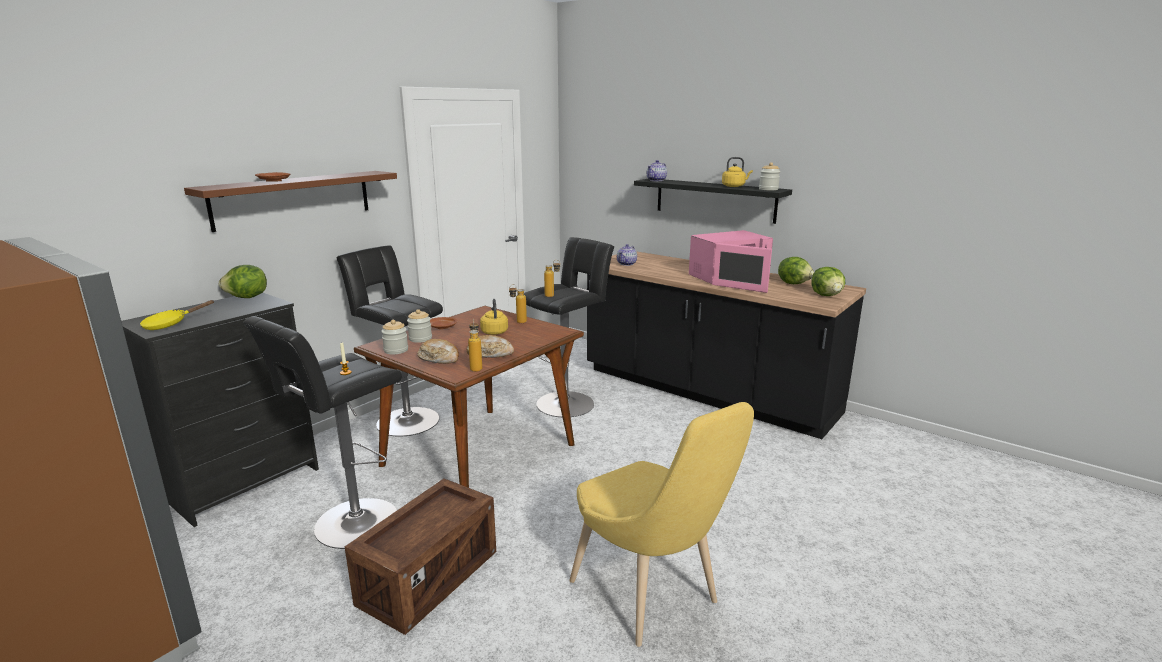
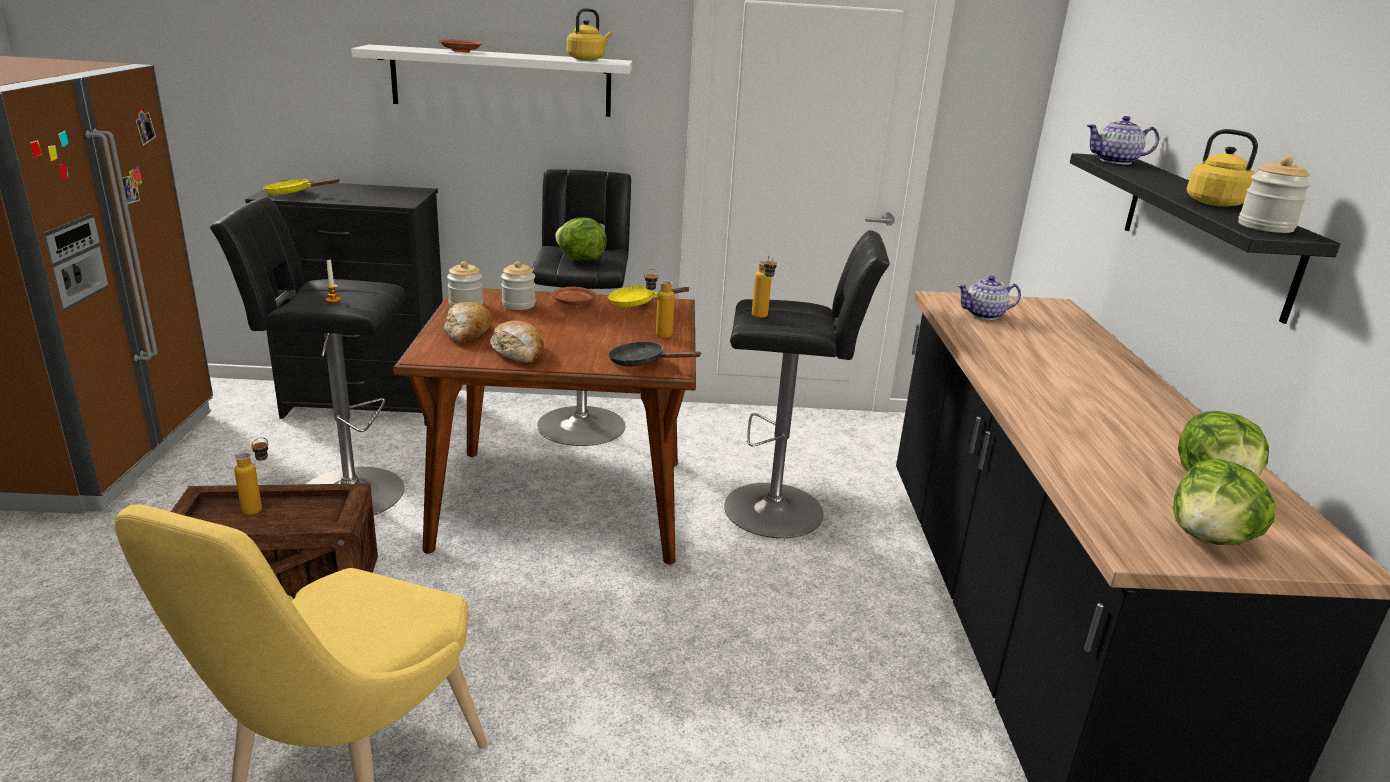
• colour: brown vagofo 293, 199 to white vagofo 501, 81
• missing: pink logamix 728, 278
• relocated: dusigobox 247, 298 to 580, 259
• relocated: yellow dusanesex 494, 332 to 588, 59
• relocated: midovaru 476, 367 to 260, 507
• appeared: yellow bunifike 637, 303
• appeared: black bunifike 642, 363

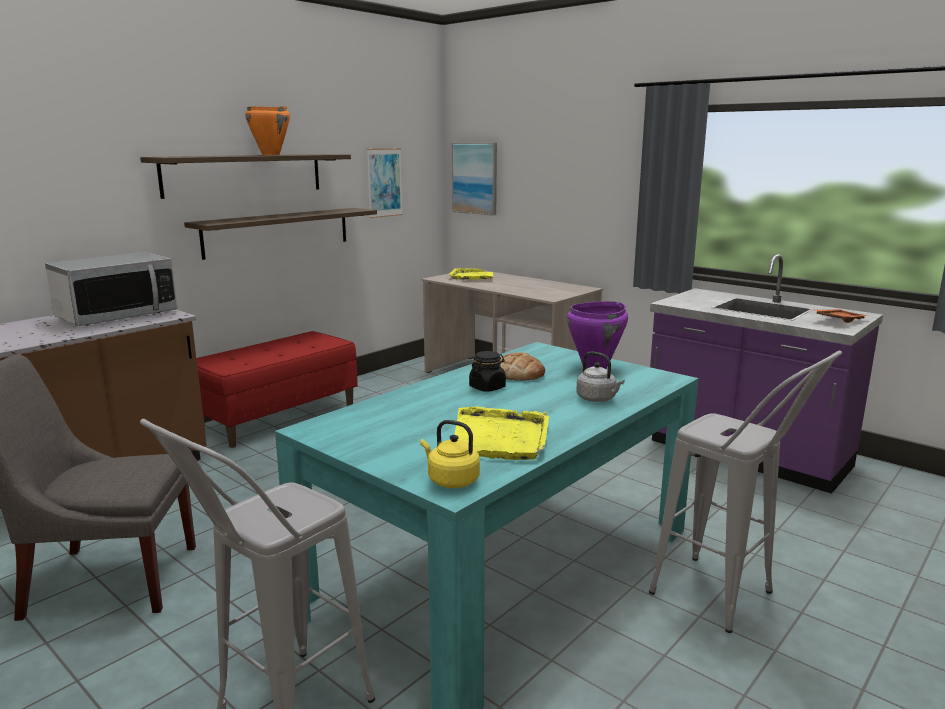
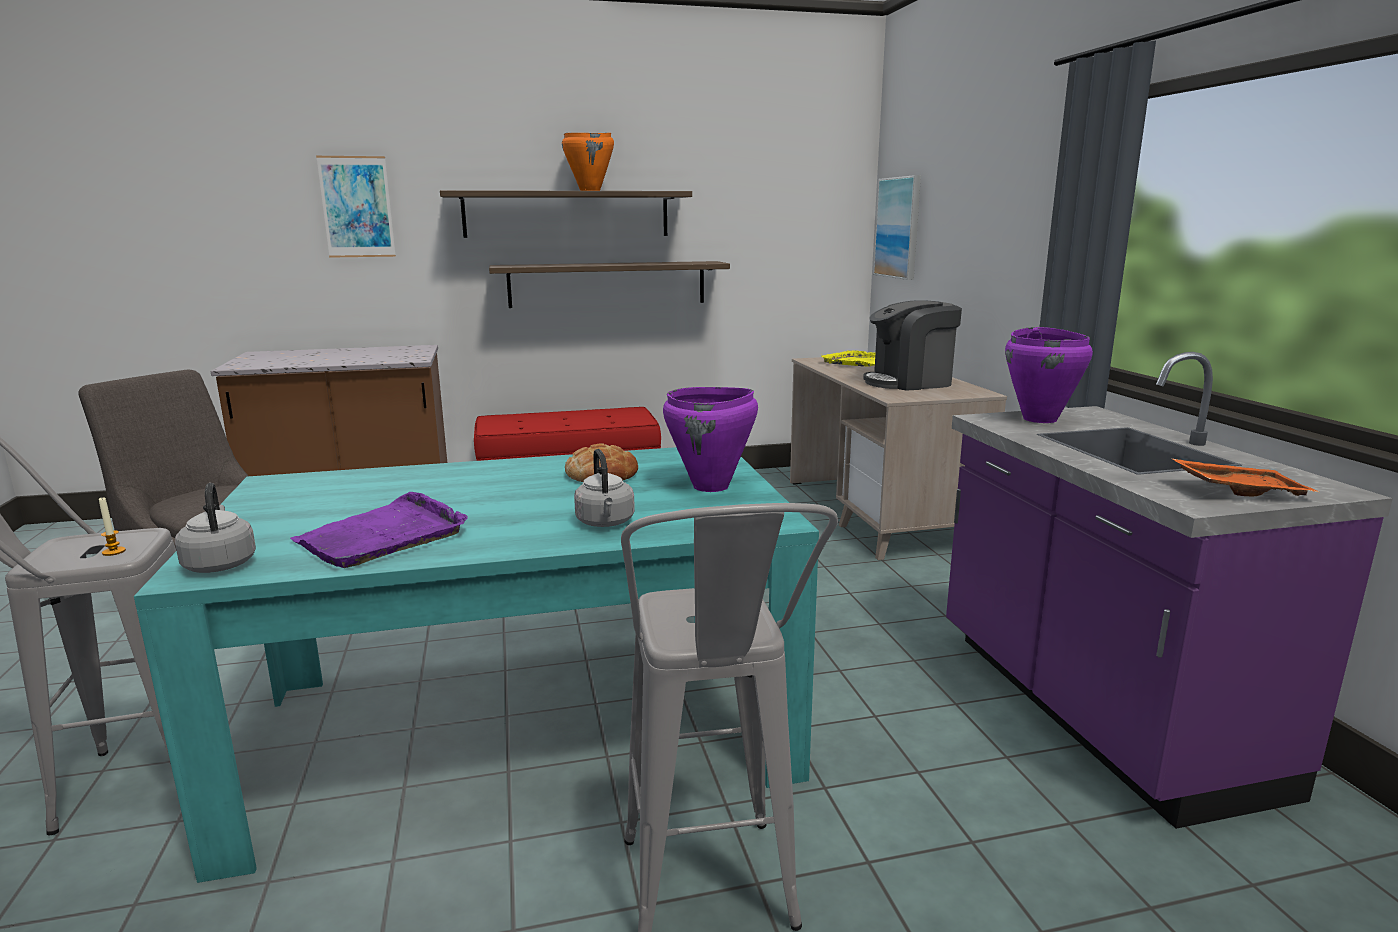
• relocated: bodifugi 384, 182 to 357, 207
• missing: logamix 117, 316
• missing: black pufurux 487, 387
• colour: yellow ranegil 500, 438 to purple ranegil 383, 536
• colour: yellow dusanesex 451, 480 to grey dusanesex 220, 564
• appeared: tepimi 909, 382
• appeared: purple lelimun 1040, 419
• appeared: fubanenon 114, 552

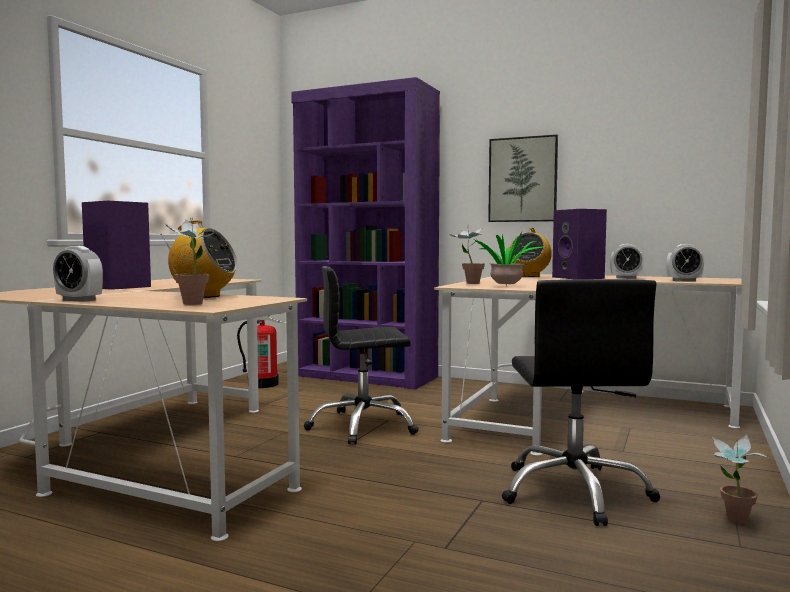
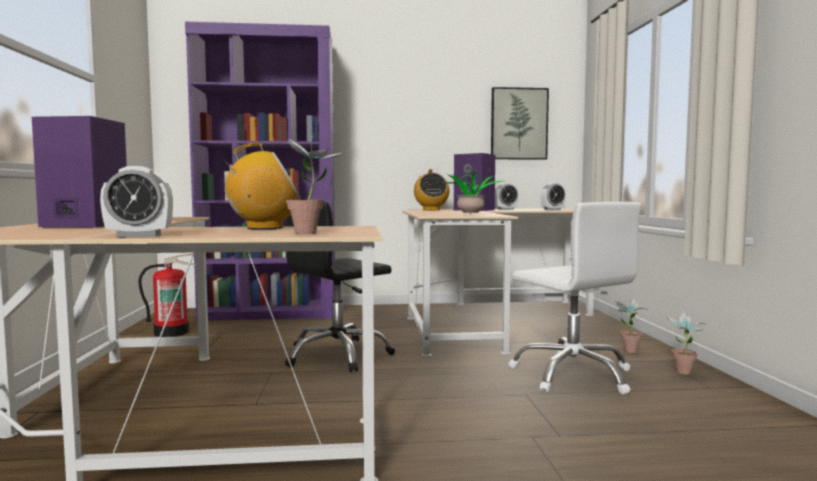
• relocated: bodifugi 523, 179 to 518, 124
• relocated: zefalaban 468, 283 to 629, 352
• colour: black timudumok 575, 492 to white timudumok 573, 374

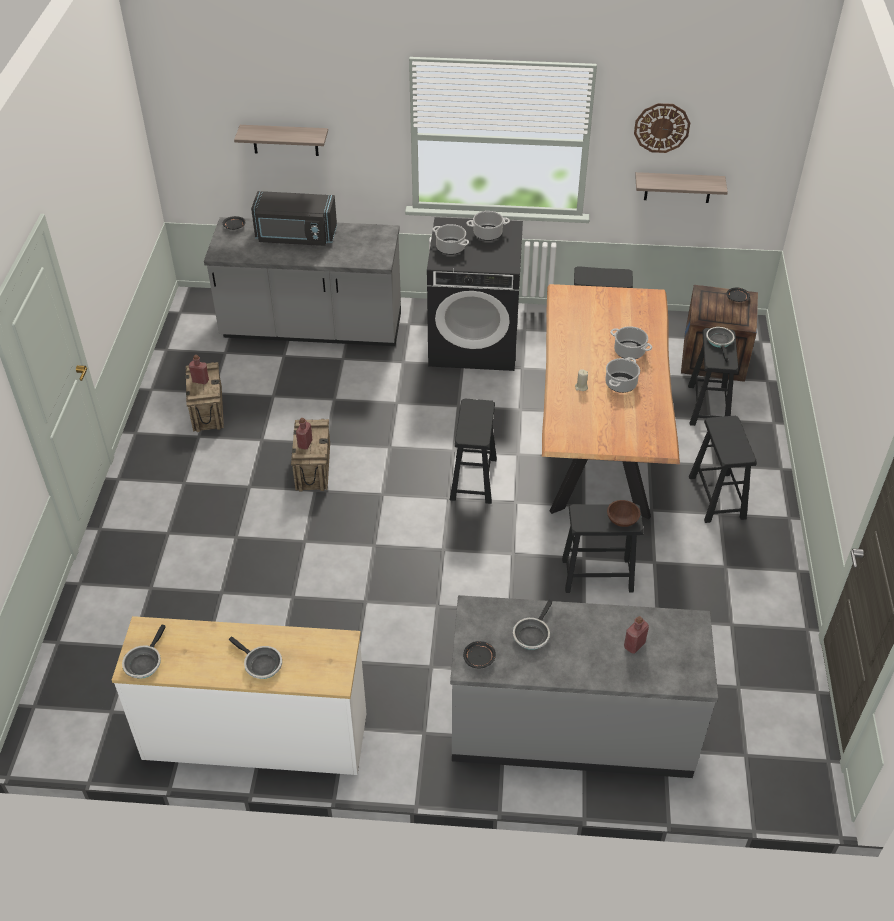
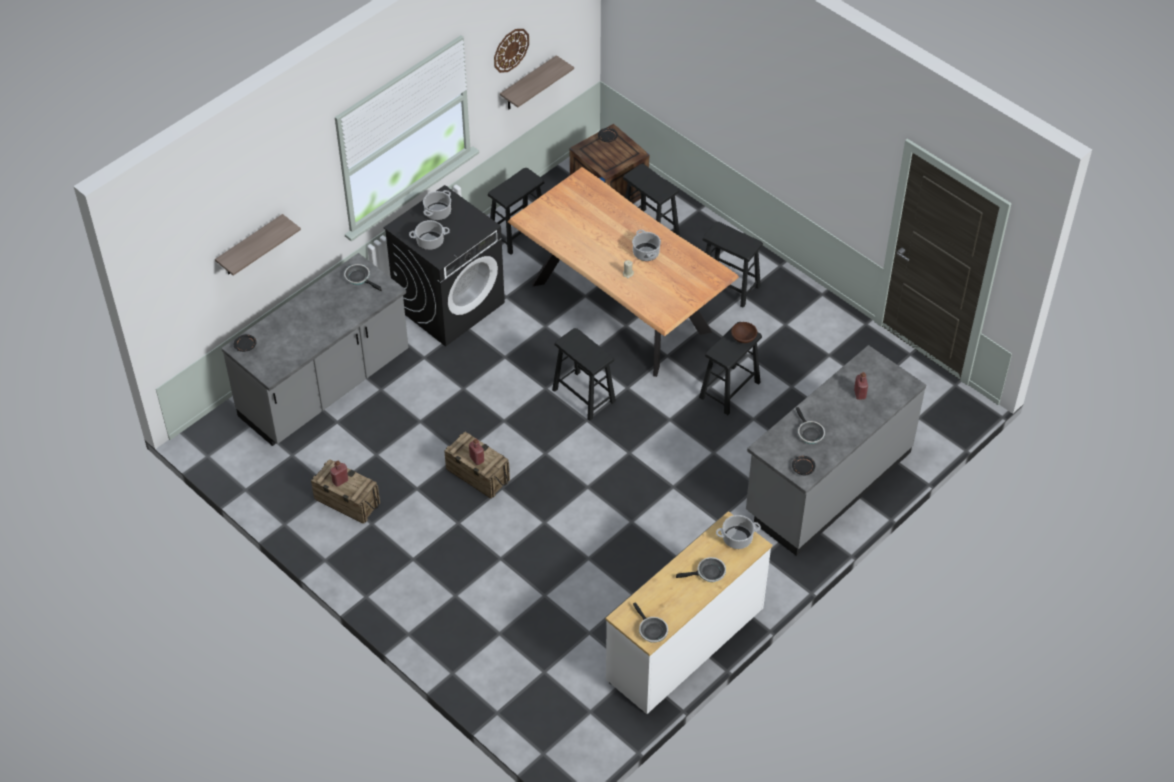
• missing: black logamix 295, 236
• relocated: lelimun 629, 351 to 737, 538
• relocated: bunifike 720, 342 to 359, 278

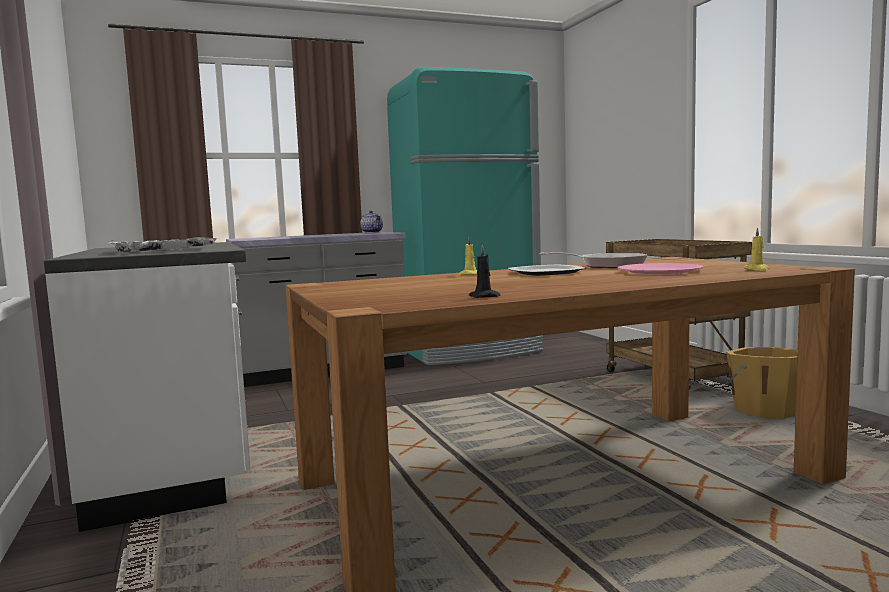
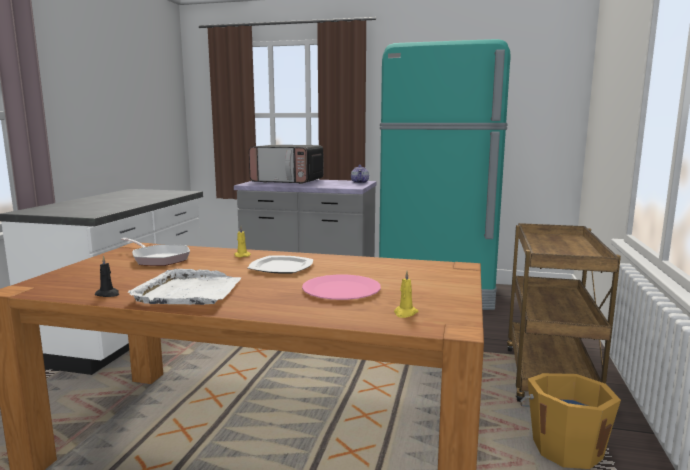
• relocated: white ranegil 161, 250 to 189, 292
• relocated: bunifike 607, 265 to 158, 258
• appeared: logamix 288, 181

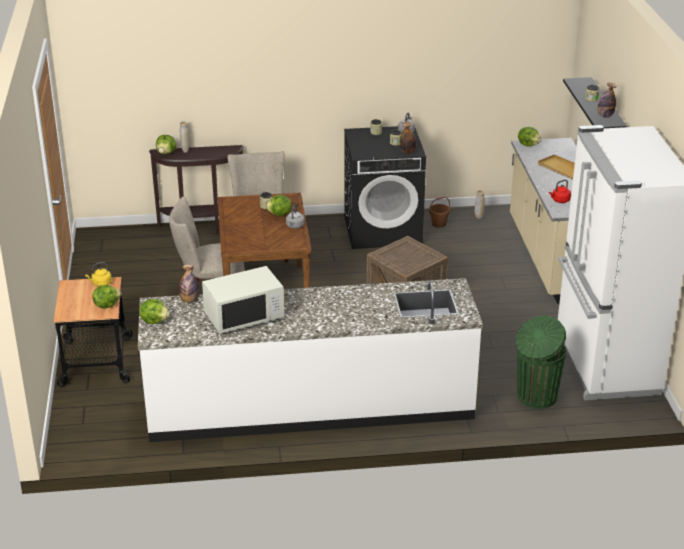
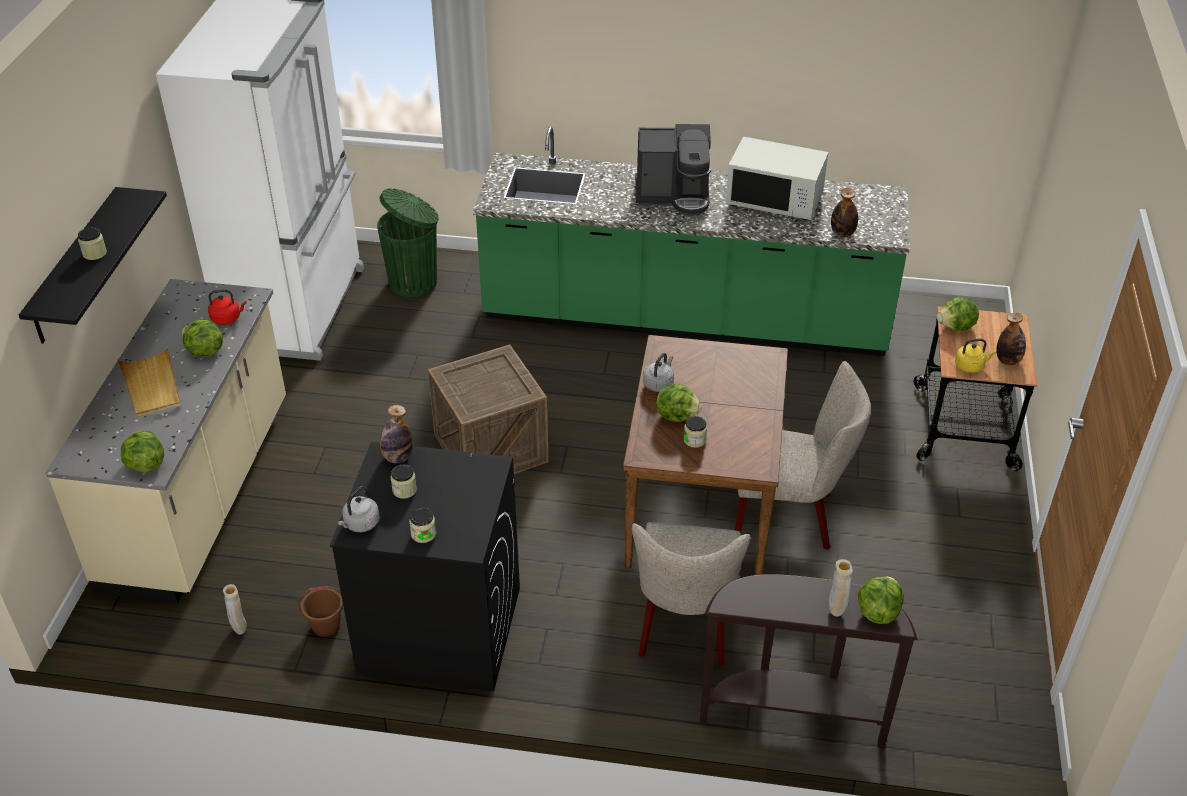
• relocated: midovaru 605, 116 to 1007, 360
• spun: white logamix 244, 317 = 774, 201 150 degrees counterclockwise
• colour: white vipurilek 310, 405 to green vipurilek 685, 317
• relocated: dusigobox 155, 321 to 204, 351
• appeared: tepimi 674, 195

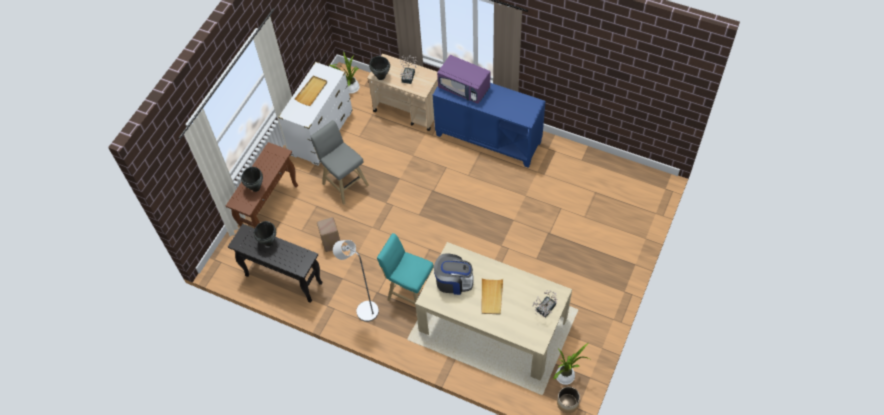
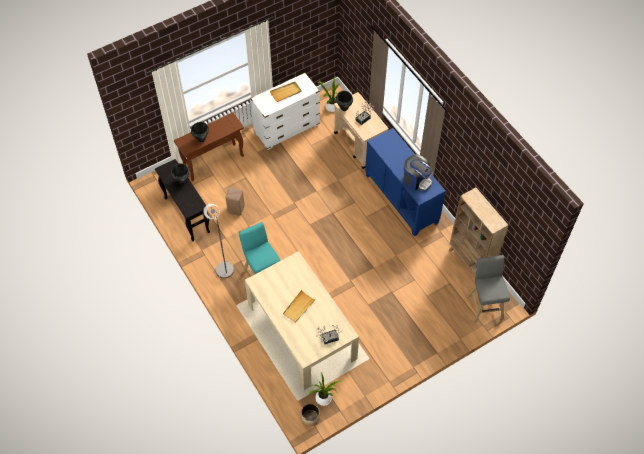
• missing: purple logamix 464, 88
• relocated: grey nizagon 344, 183 to 484, 305
• relocated: tepimi 453, 281 to 416, 180
• appeared: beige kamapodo 470, 262

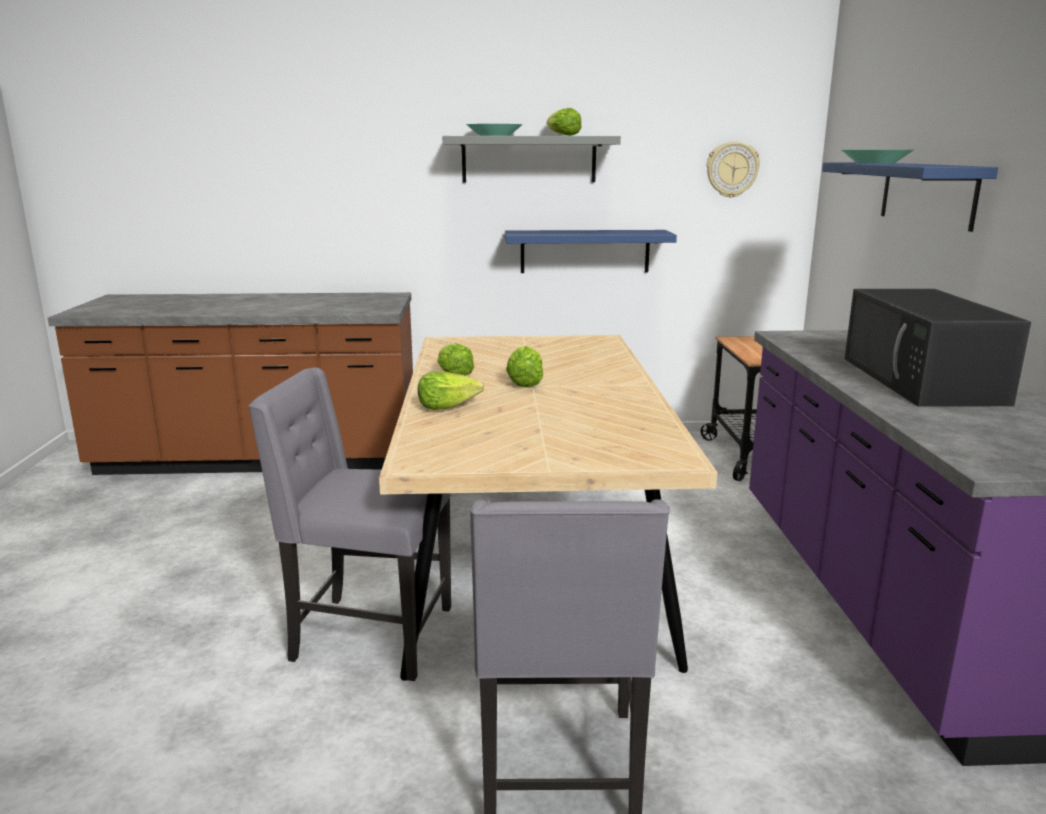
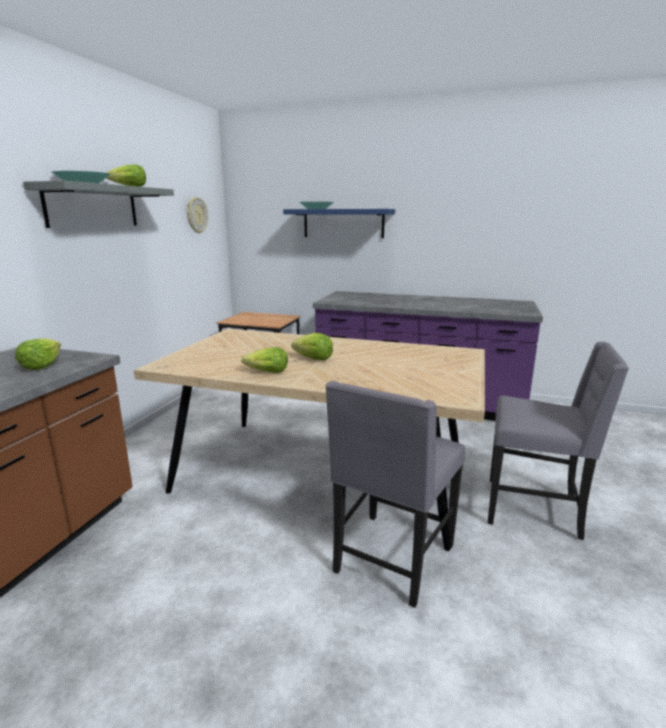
• missing: blue vagofo 585, 251
• missing: black logamix 923, 381
• relocated: dusigobox 447, 406 to 41, 365

